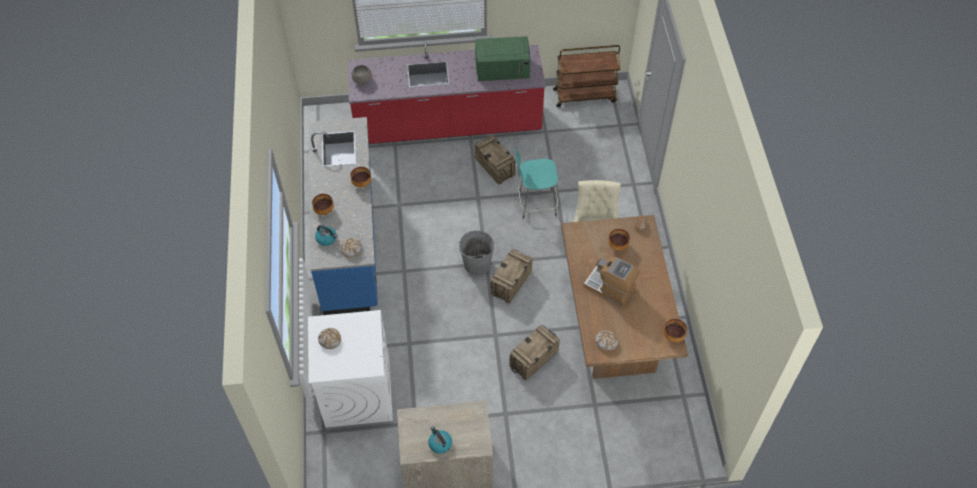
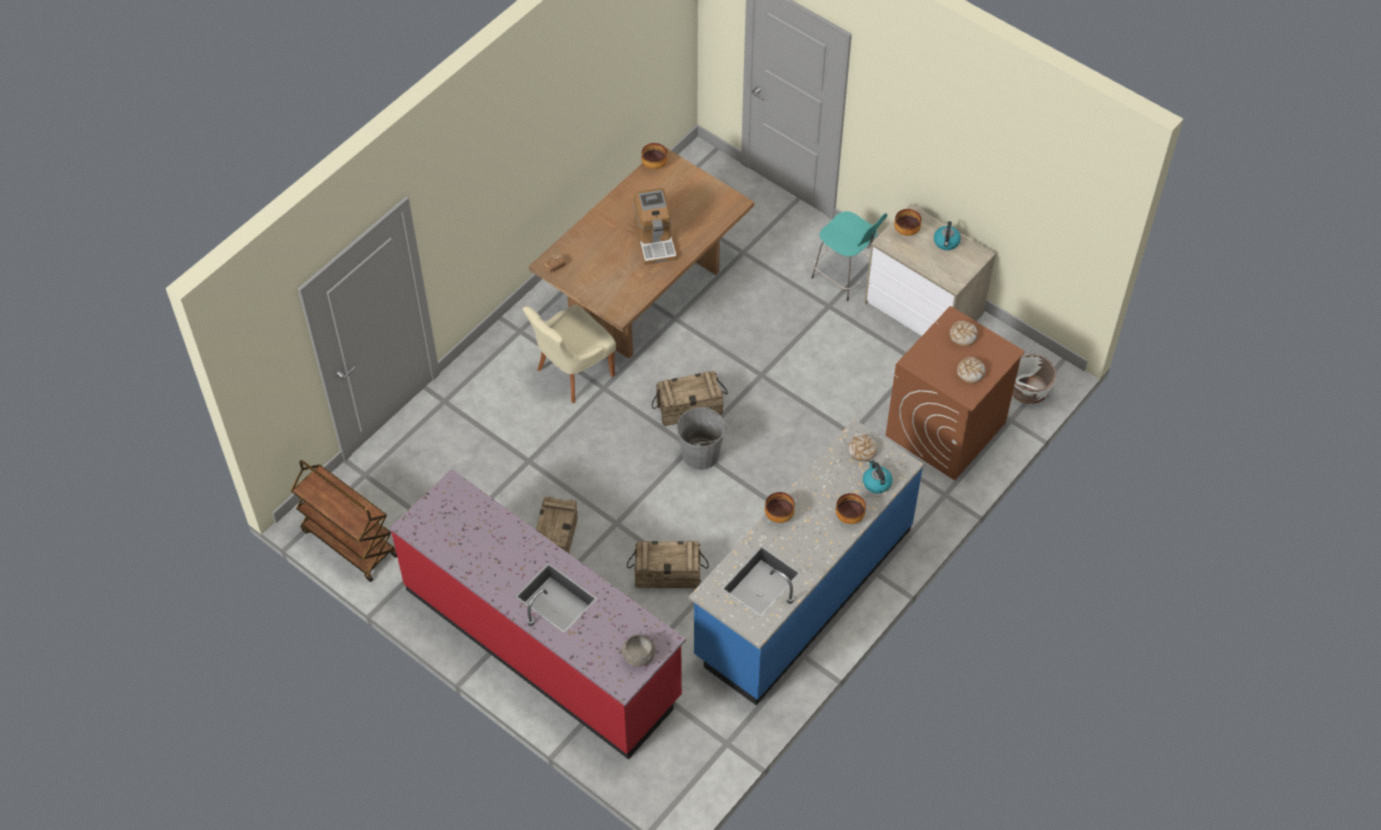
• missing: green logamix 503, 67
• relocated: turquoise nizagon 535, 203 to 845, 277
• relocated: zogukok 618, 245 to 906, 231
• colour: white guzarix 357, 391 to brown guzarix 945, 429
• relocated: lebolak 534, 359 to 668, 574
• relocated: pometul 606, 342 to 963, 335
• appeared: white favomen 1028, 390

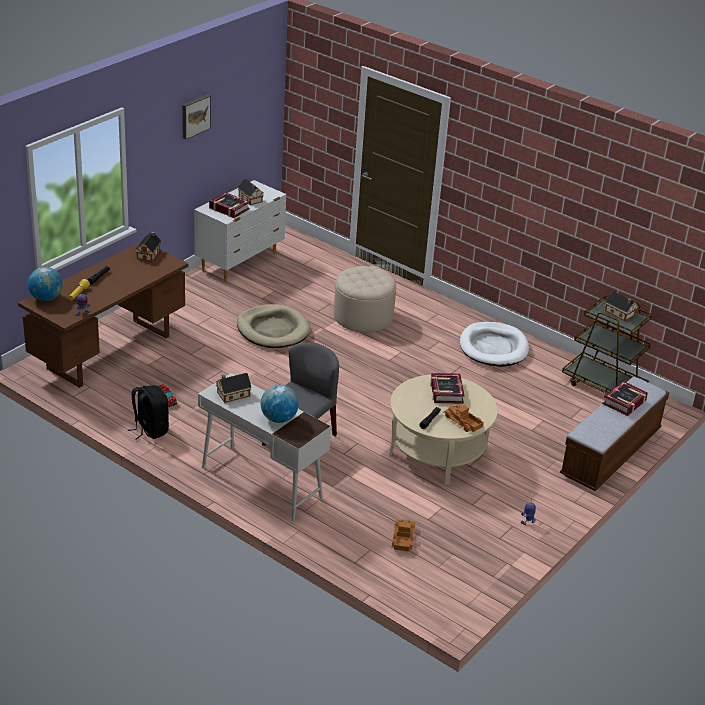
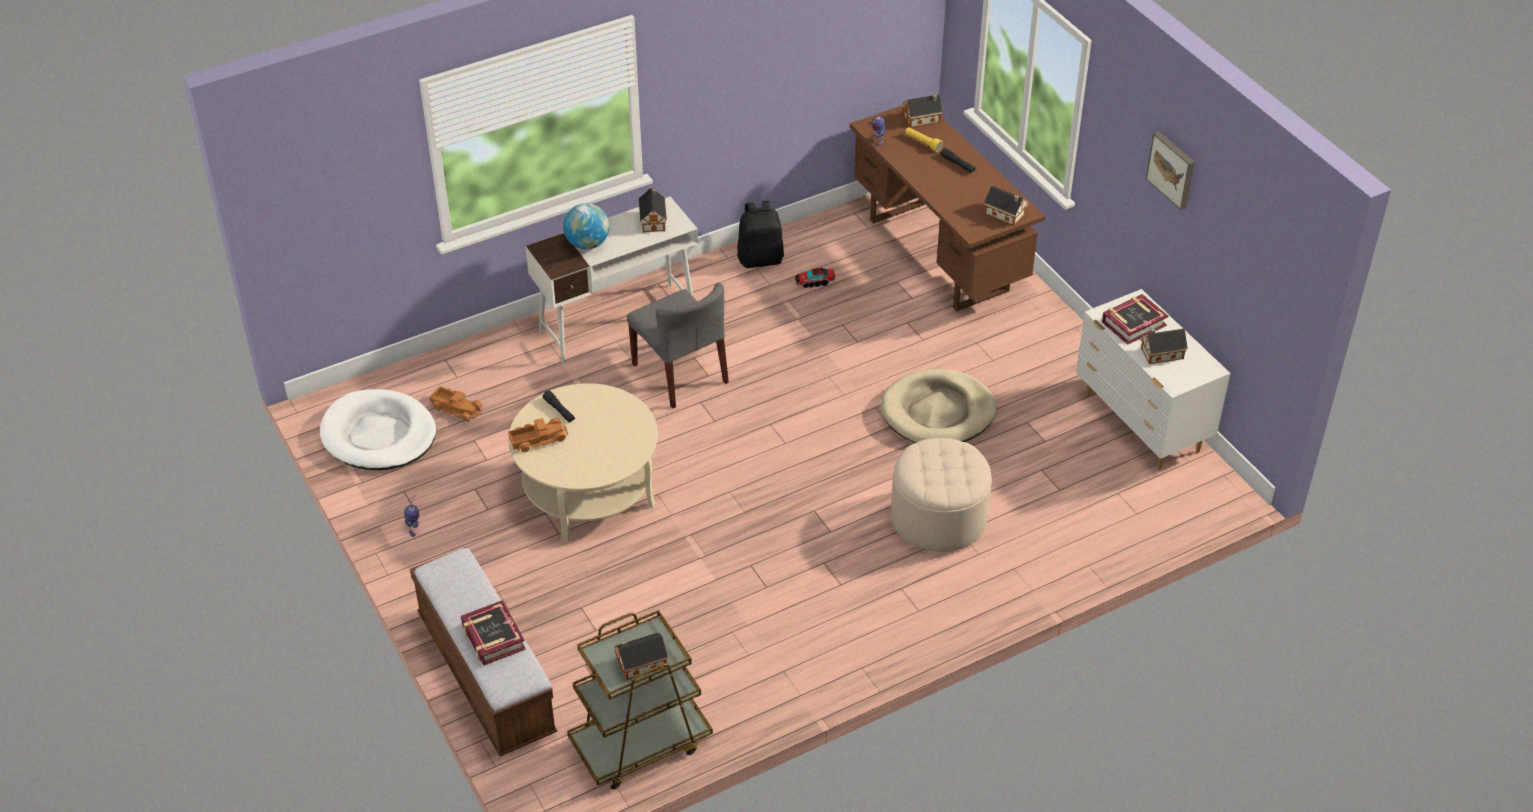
• exchanged: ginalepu 46, 298 to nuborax 923, 119
• relocated: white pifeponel 493, 347 to 379, 435
• missing: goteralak 446, 392

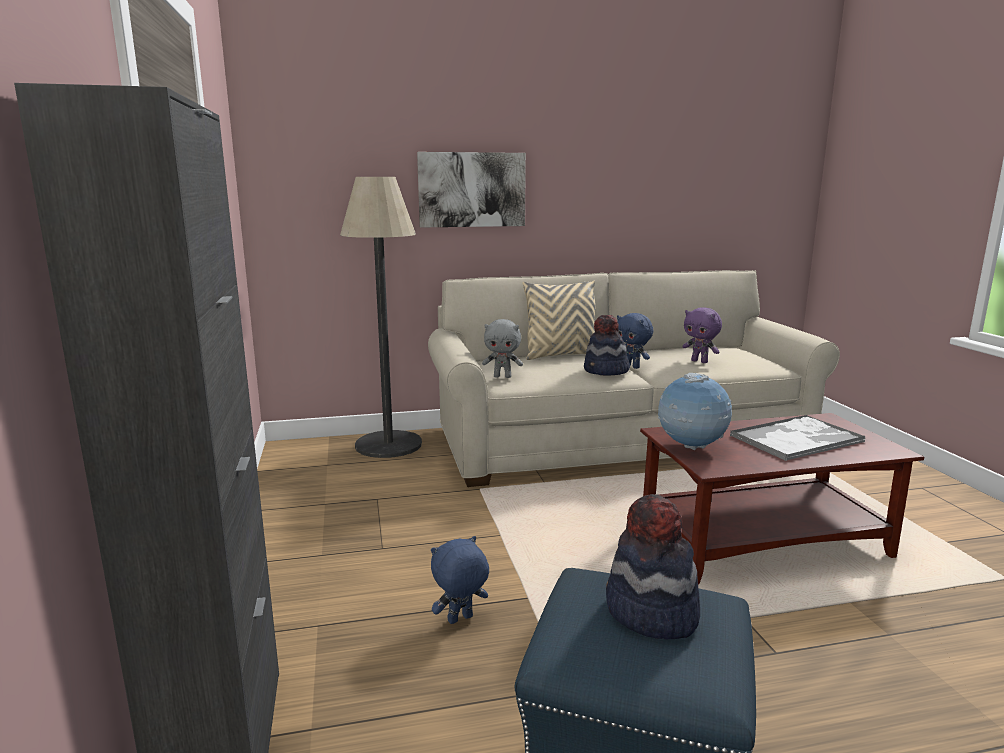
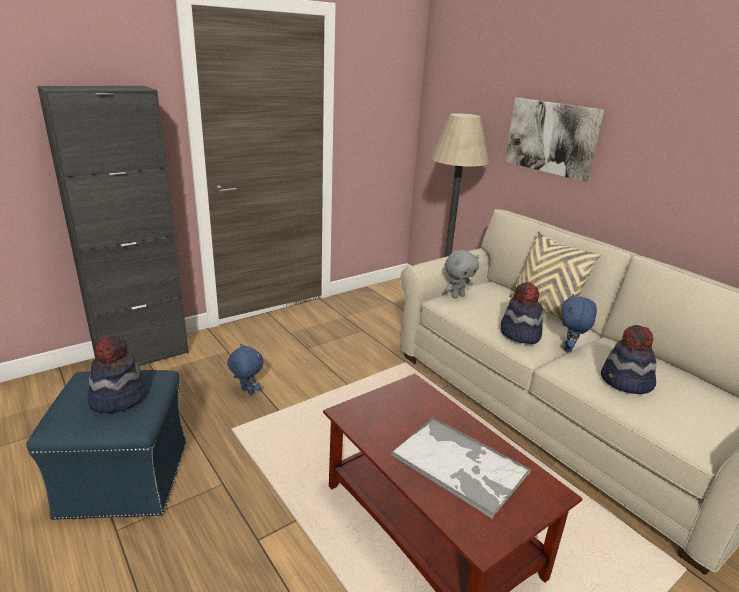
• exchanged: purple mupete 700, 361 to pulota 625, 382
• spun: grey mupete 502, 376 = 457, 296 105 degrees counterclockwise
• missing: ginalepu 691, 447

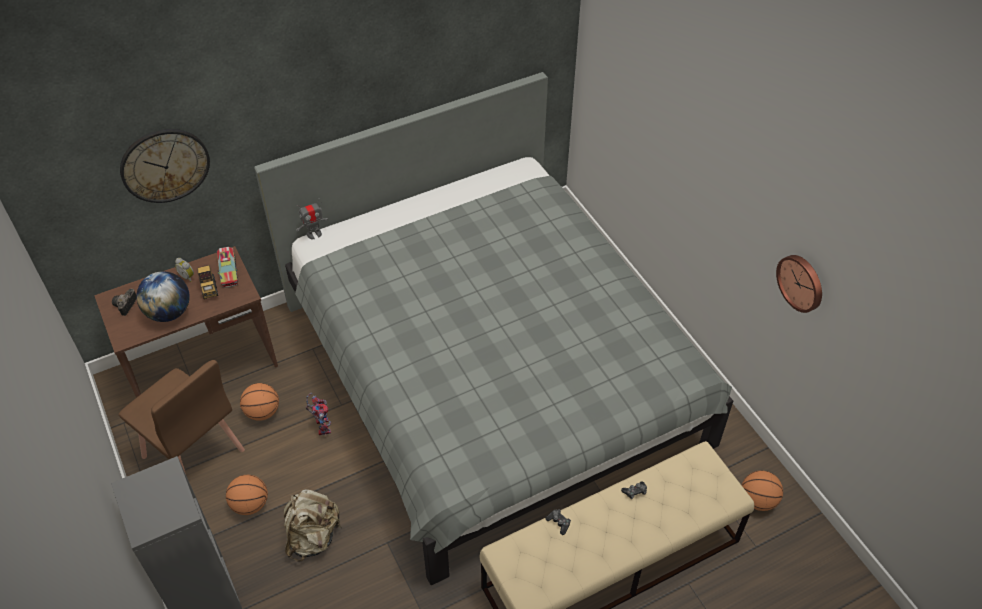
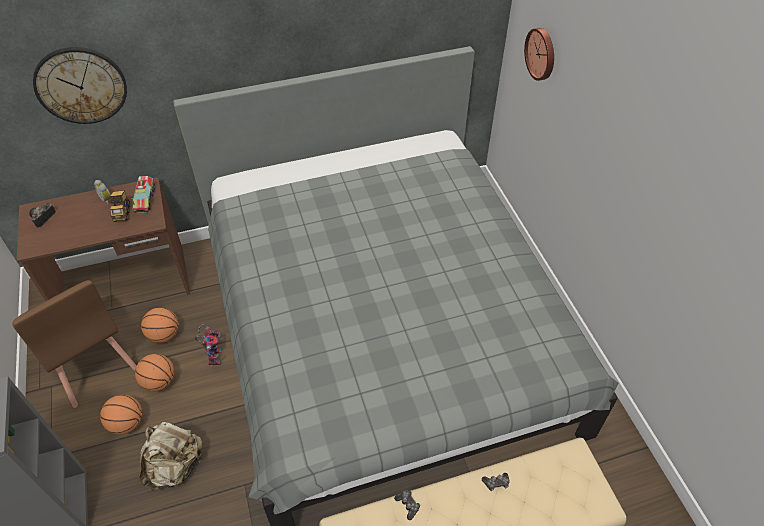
• missing: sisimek 314, 234
• relocated: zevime 801, 282 to 541, 53
• missing: ginalepu 169, 312
• relocated: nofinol 757, 500 to 159, 382

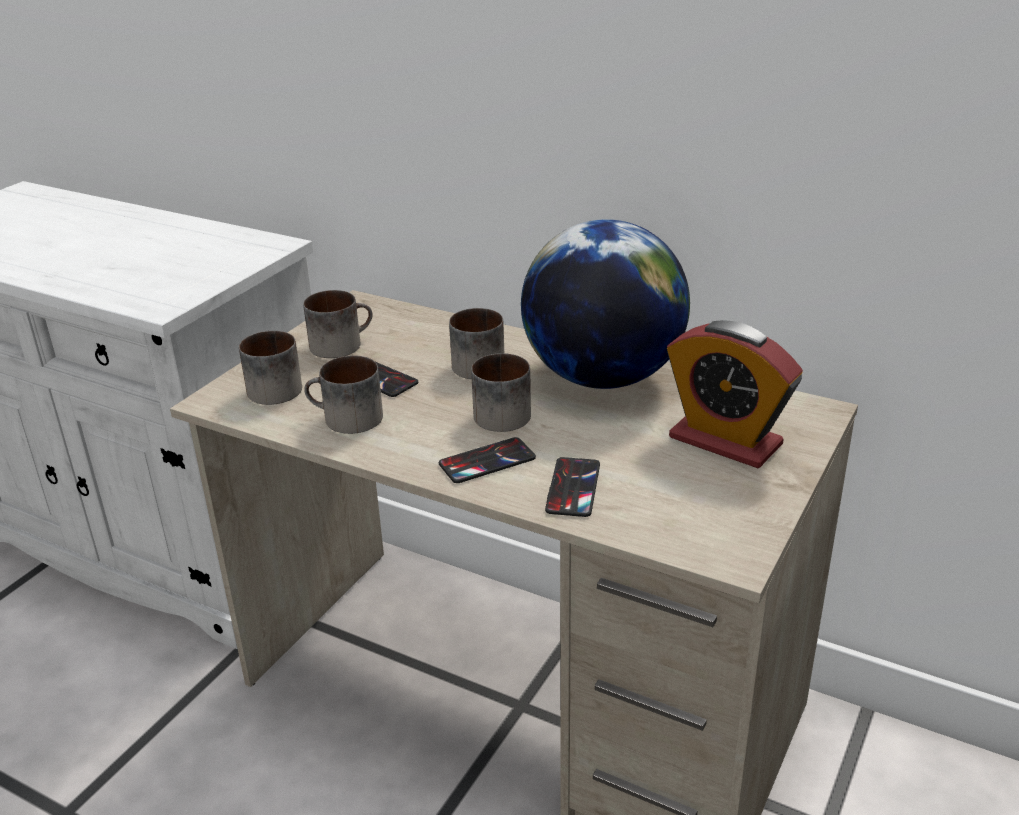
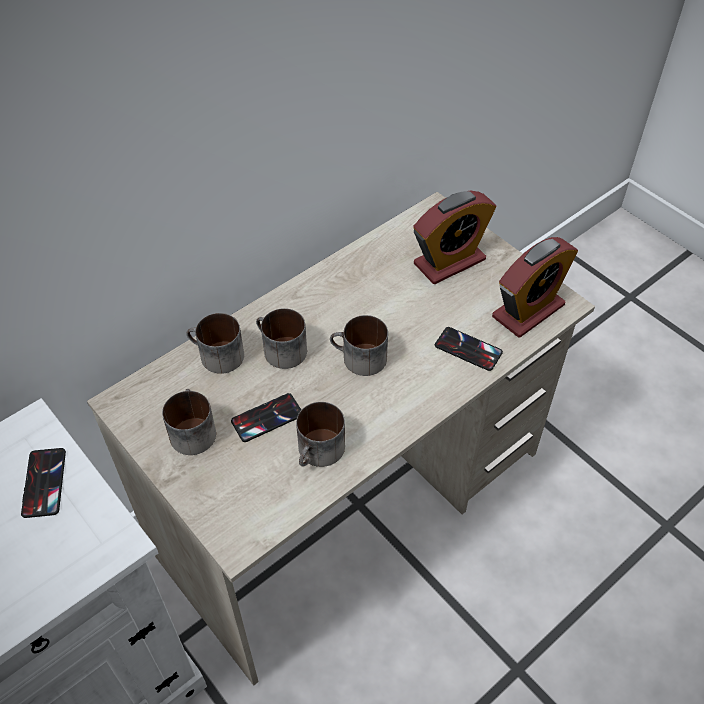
• missing: ginalepu 603, 377
• relocated: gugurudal 273, 387 to 216, 356
• relocated: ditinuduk 487, 461 to 44, 483
• appeared: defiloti 528, 311

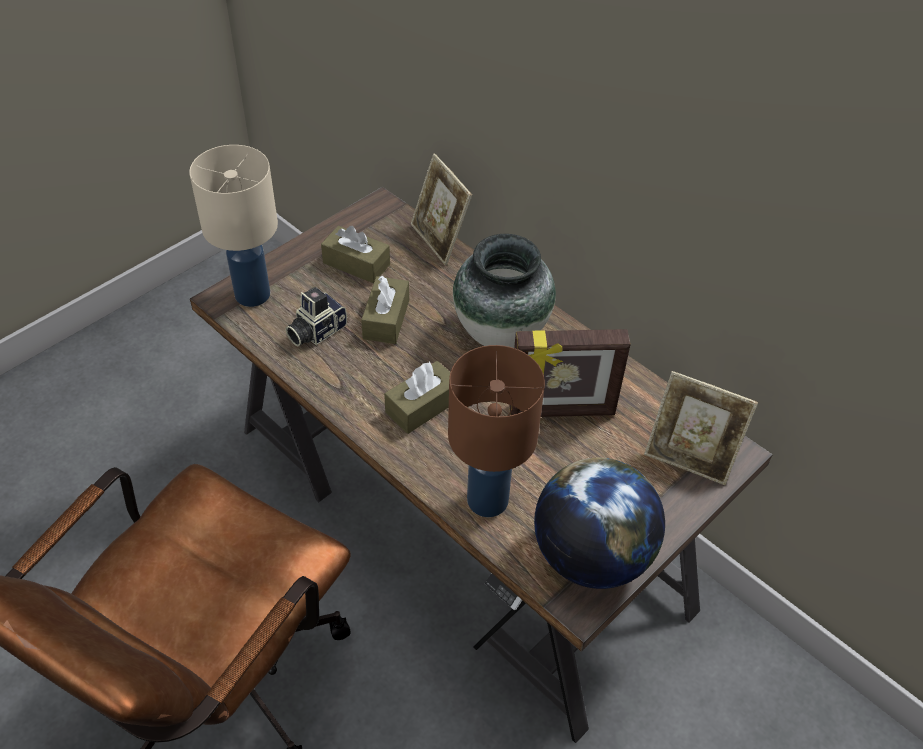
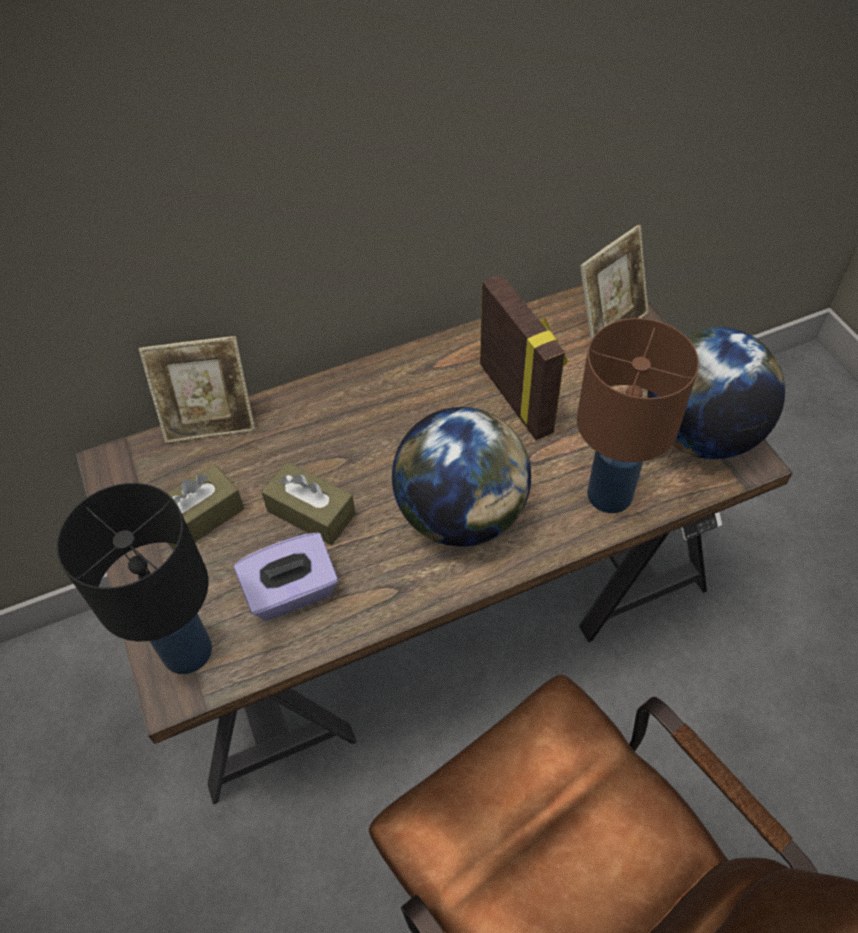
• colour: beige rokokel 252, 294 to black rokokel 185, 651
• missing: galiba 500, 332
• exchanged: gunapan 315, 331 to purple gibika 292, 592
• spun: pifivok 561, 411 = 517, 398 45 degrees counterclockwise
• exchanged: brown gibika 422, 406 to ginalepu 461, 515

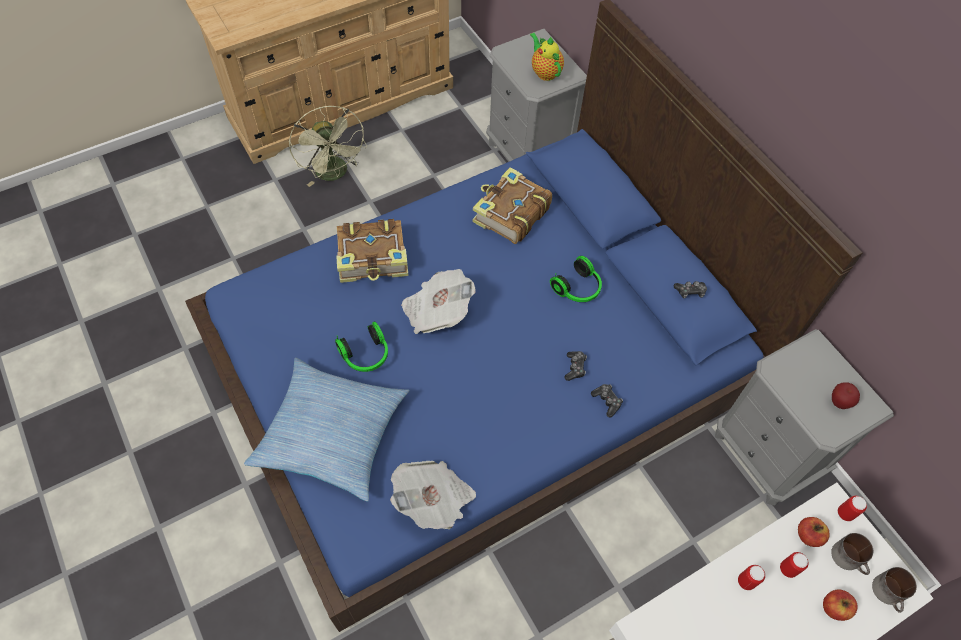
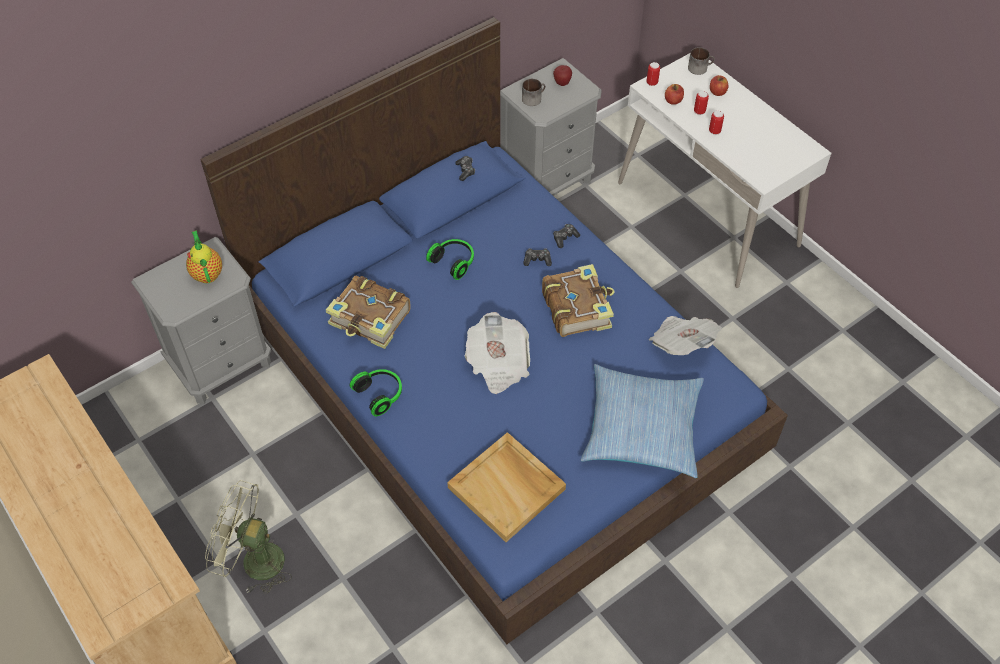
• spun: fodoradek 545, 72 = 207, 273 105 degrees clockwise
• spun: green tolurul 335, 174 = 253, 561 135 degrees counterclockwise
• relocated: goteralak 373, 258 to 577, 308
• relocated: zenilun 366, 355 to 380, 394
• relocated: gugurudal 849, 559 to 533, 98
• appeared: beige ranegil 507, 488

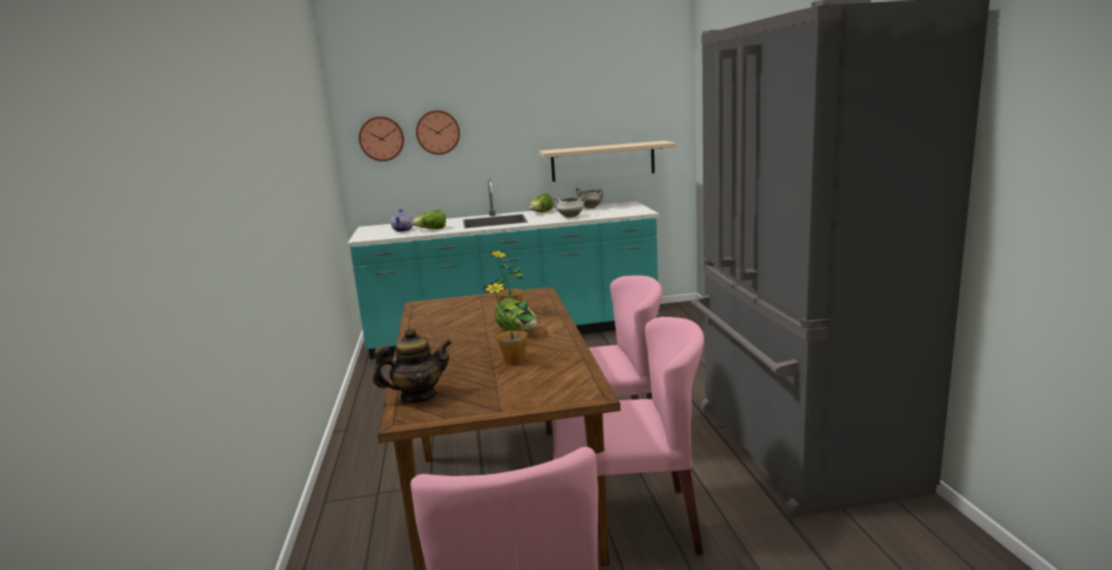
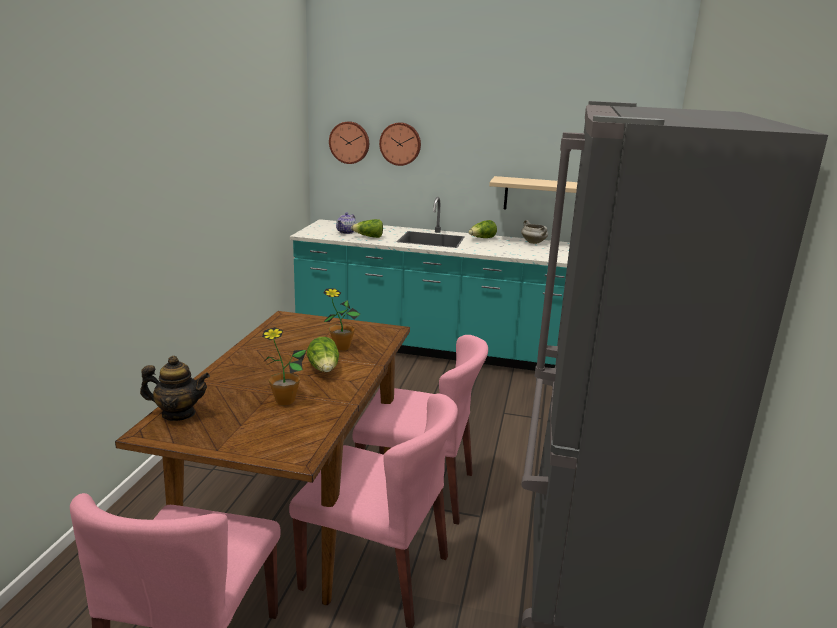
• missing: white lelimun 570, 217

